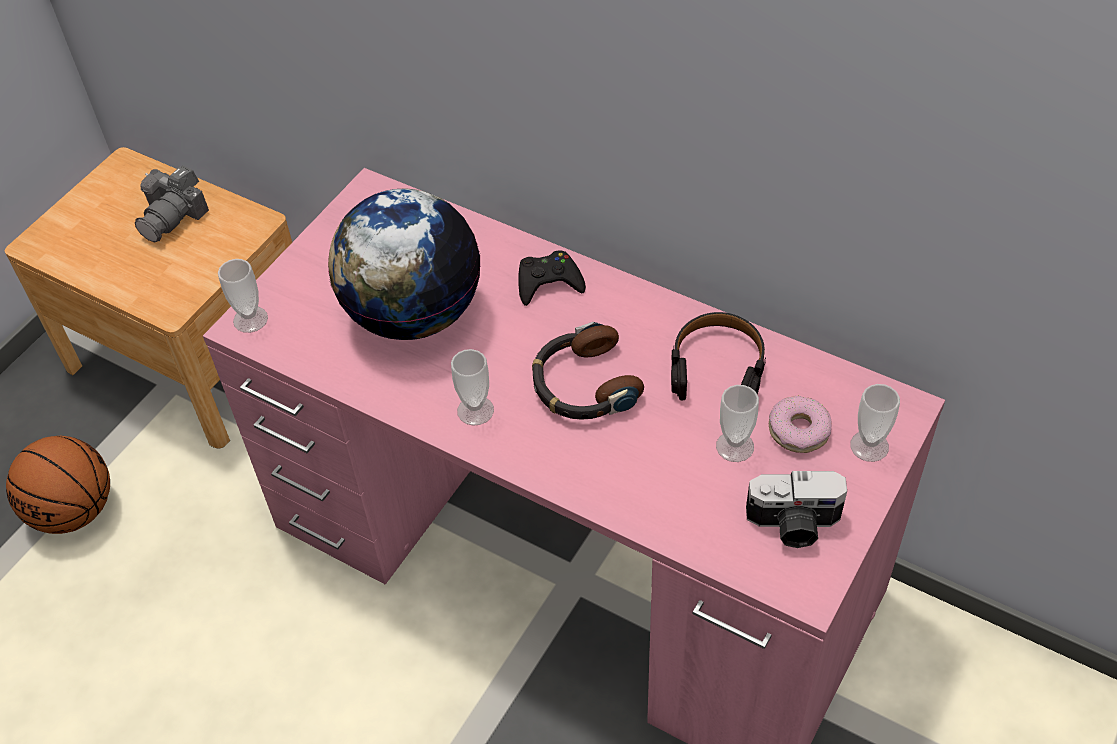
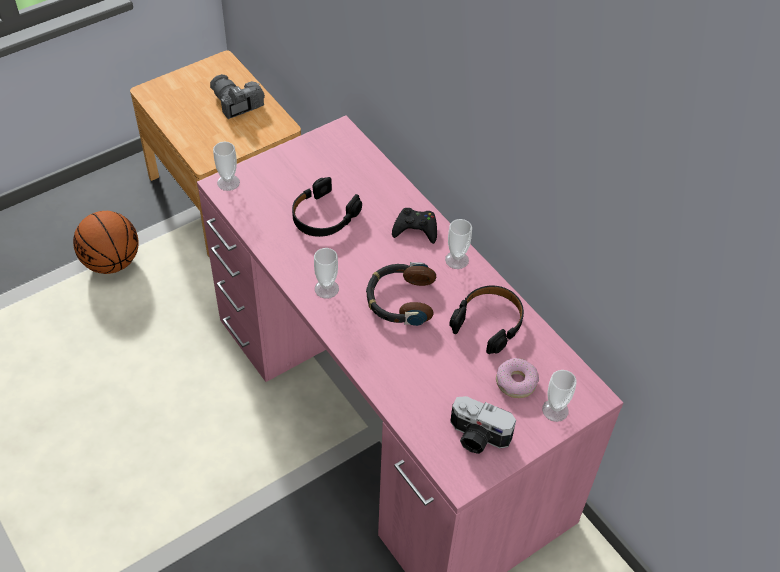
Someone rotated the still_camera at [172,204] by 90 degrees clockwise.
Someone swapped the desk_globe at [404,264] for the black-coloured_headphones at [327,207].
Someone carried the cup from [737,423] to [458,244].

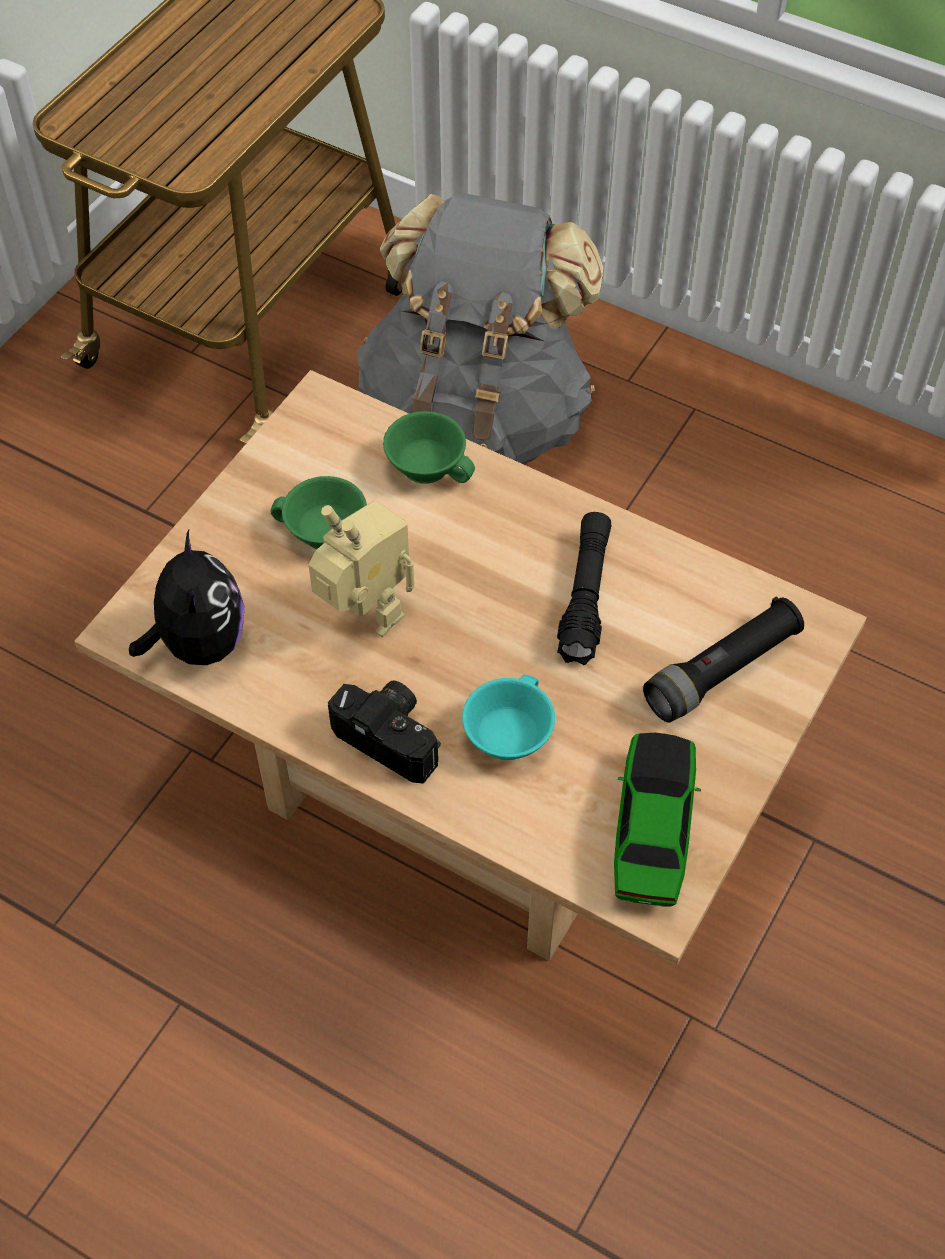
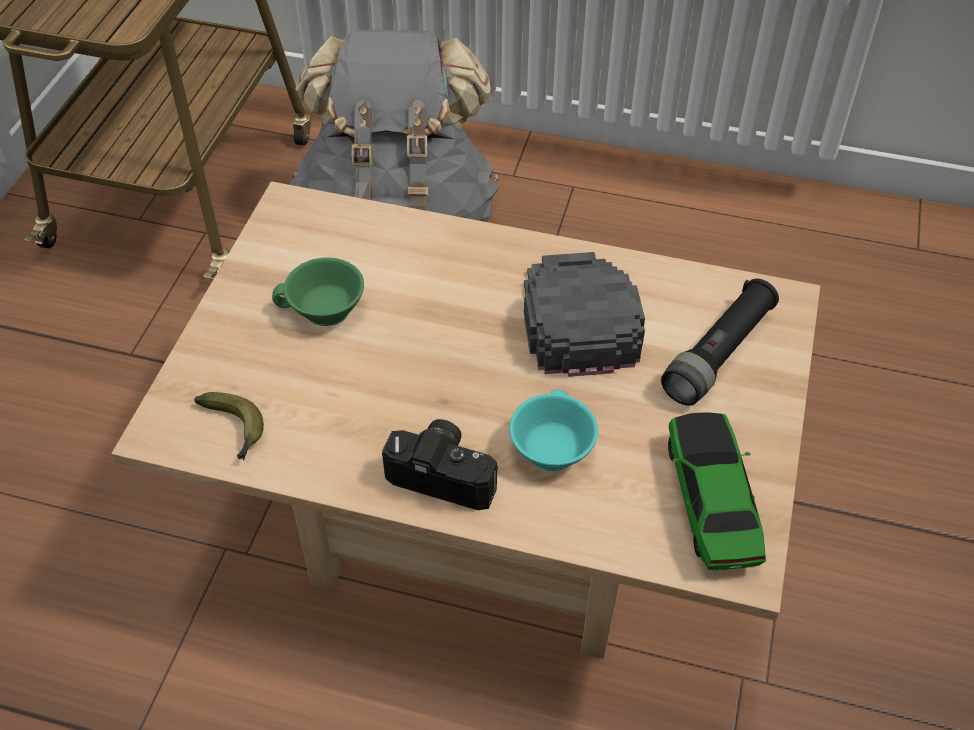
Someone took away the green-coloured_cup at [429,447].
Someone took away the robot_figure at [361,569].
Someone swapped the black-coloured_hand_torch at [584,588] for the black-coloured_cap at [584,314].
Someone swapped the plush_toy at [187,597] for the whole_banana at [229,426].

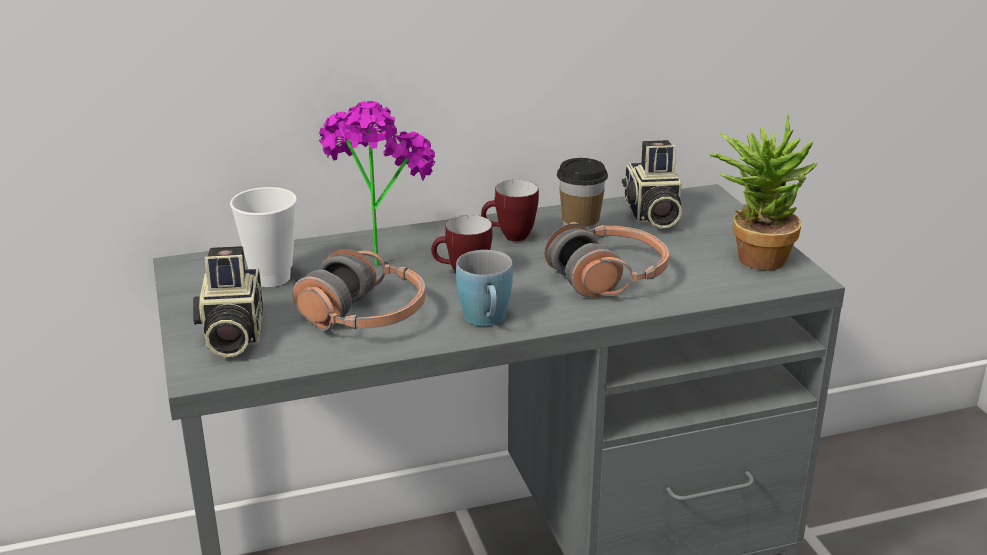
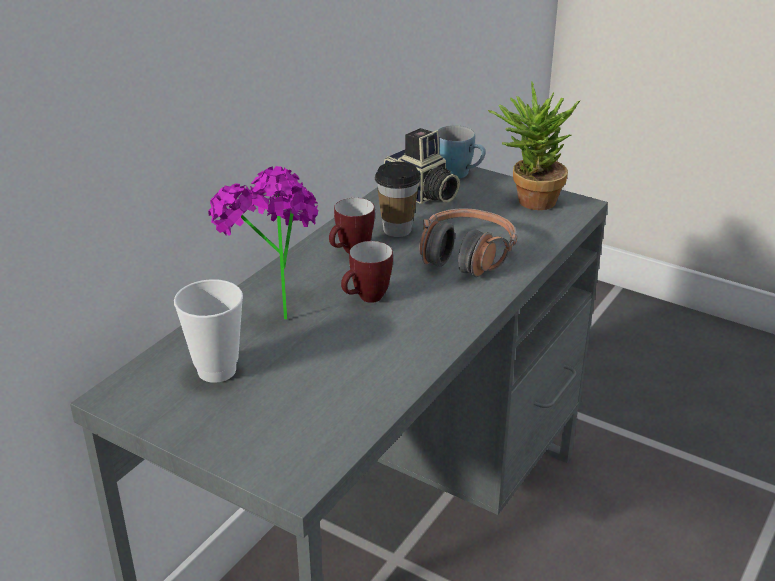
Someone took away the still_camera at [228,302].
Someone took away the headphones at [359,290].
Someone carried the blue_coffee_mug from [484,288] to [461,152].

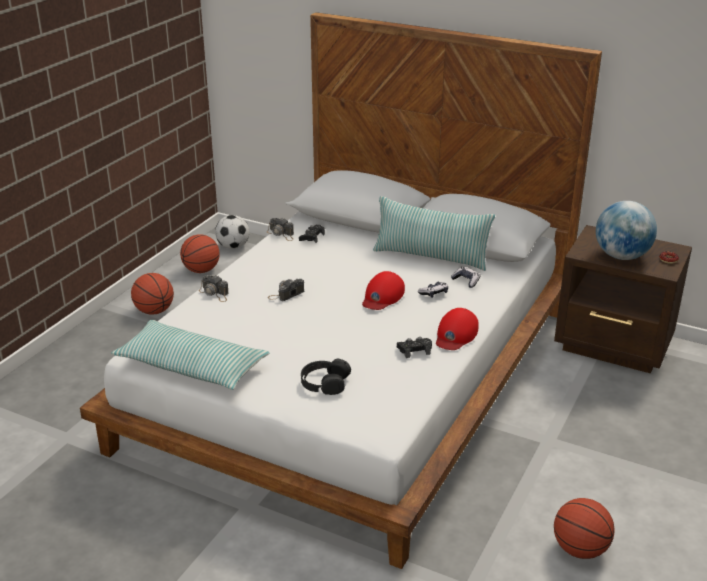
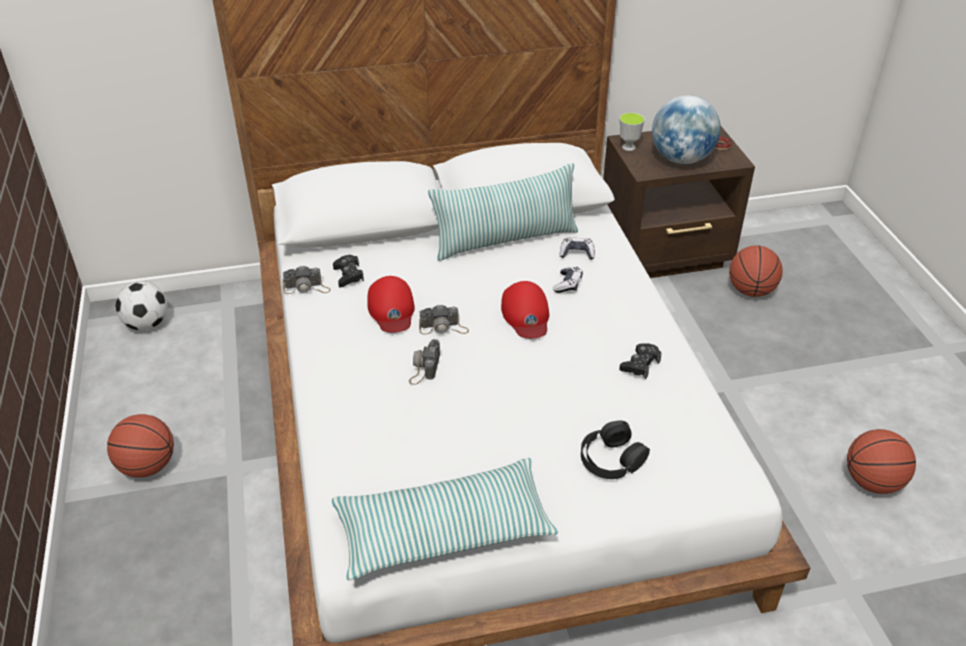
Someone carried the ball_for_basketball from [200,253] to [756,271].
Someone carried the still_camera from [214,288] to [444,320].
Someone carried the red_cap from [457,329] to [391,304].
Someone put down the cup at [632,131].

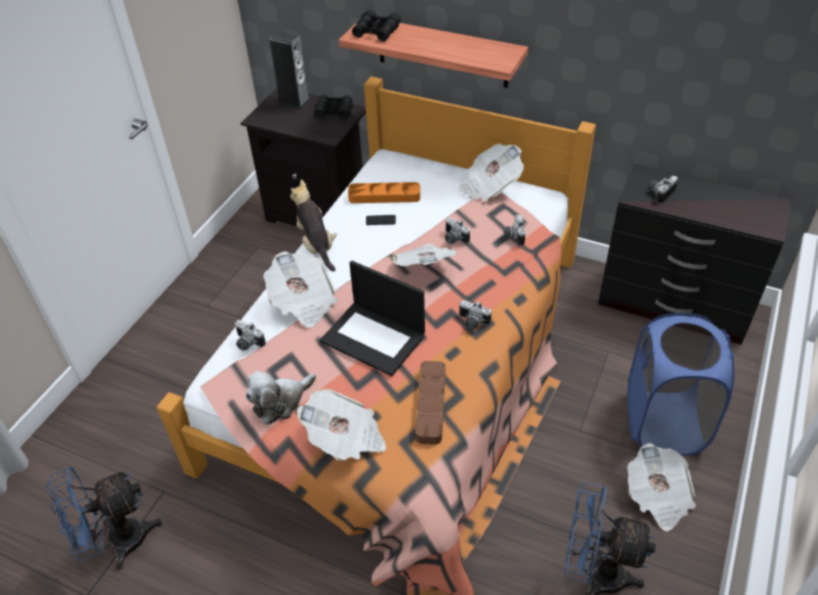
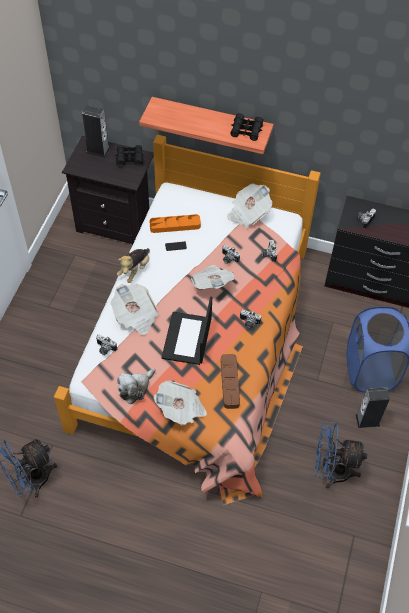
Someone carried the black-coloured_field_glasses from [376,25] to [246,127].
Someone rotated the plush_toy at [313,226] by 120 degrees counterclockwise.
Someone rotated the portable_computer at [372,318] by 75 degrees clockwise.
Someone swapped the daily_paper at [661,487] for the loudspeaker at [372,408].

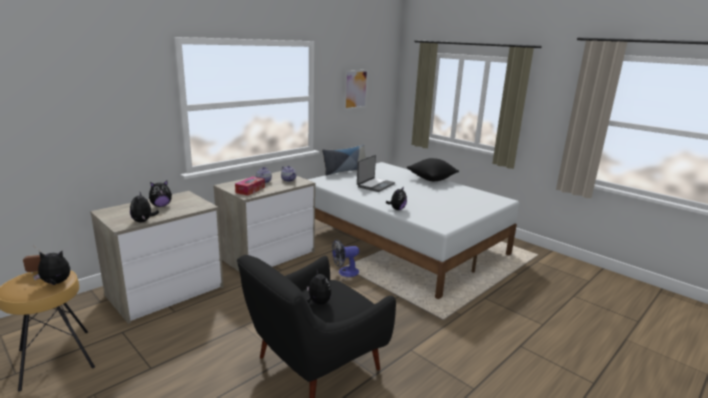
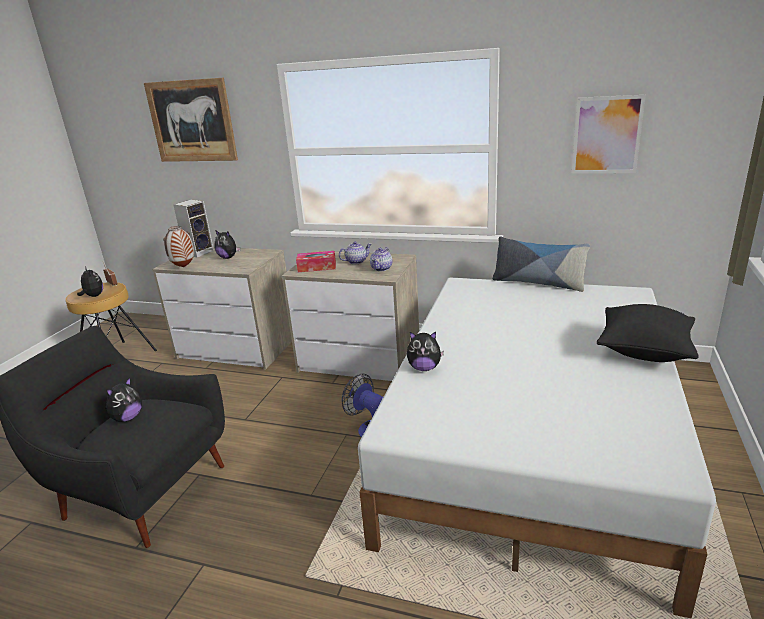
Someone took away the portable_computer at [376,173].
Someone swapped the plush_toy at [144,207] for the decorative_vase at [178,246].
Someone put up the wall_picture at [191,120].
Someone put down the loudspeaker at [193,228].

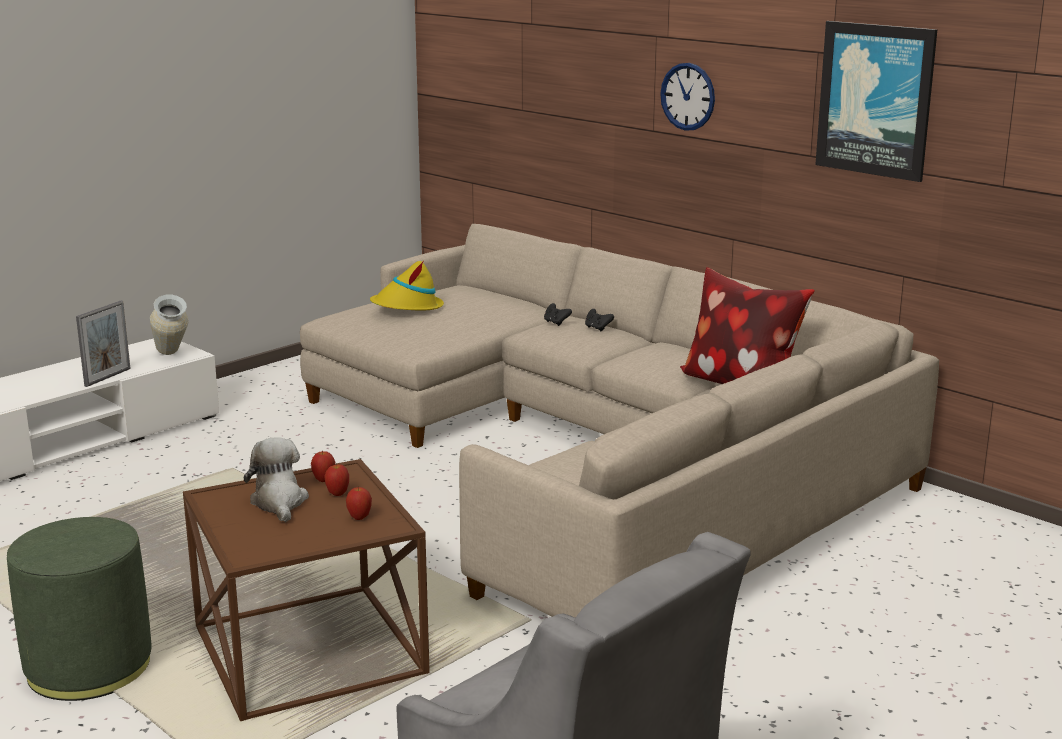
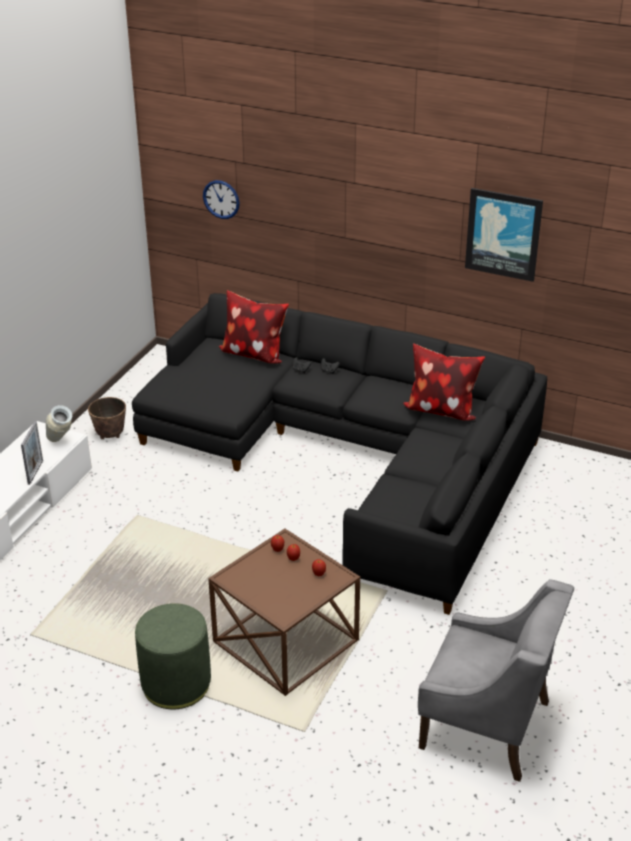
Someone carried the wall_clock from [687,97] to [221,199].
Someone repainted the beige-coloured_sofa at [619,421], which became the black-coloured_sofa at [339,454].
Someone took away the yellow-coloured_wearable_hat at [407,285].
Someone took away the plush_toy at [276,479].
Someone put down the throw_pillow at [254,327].
Someone put down the flower_pot at [107,418].

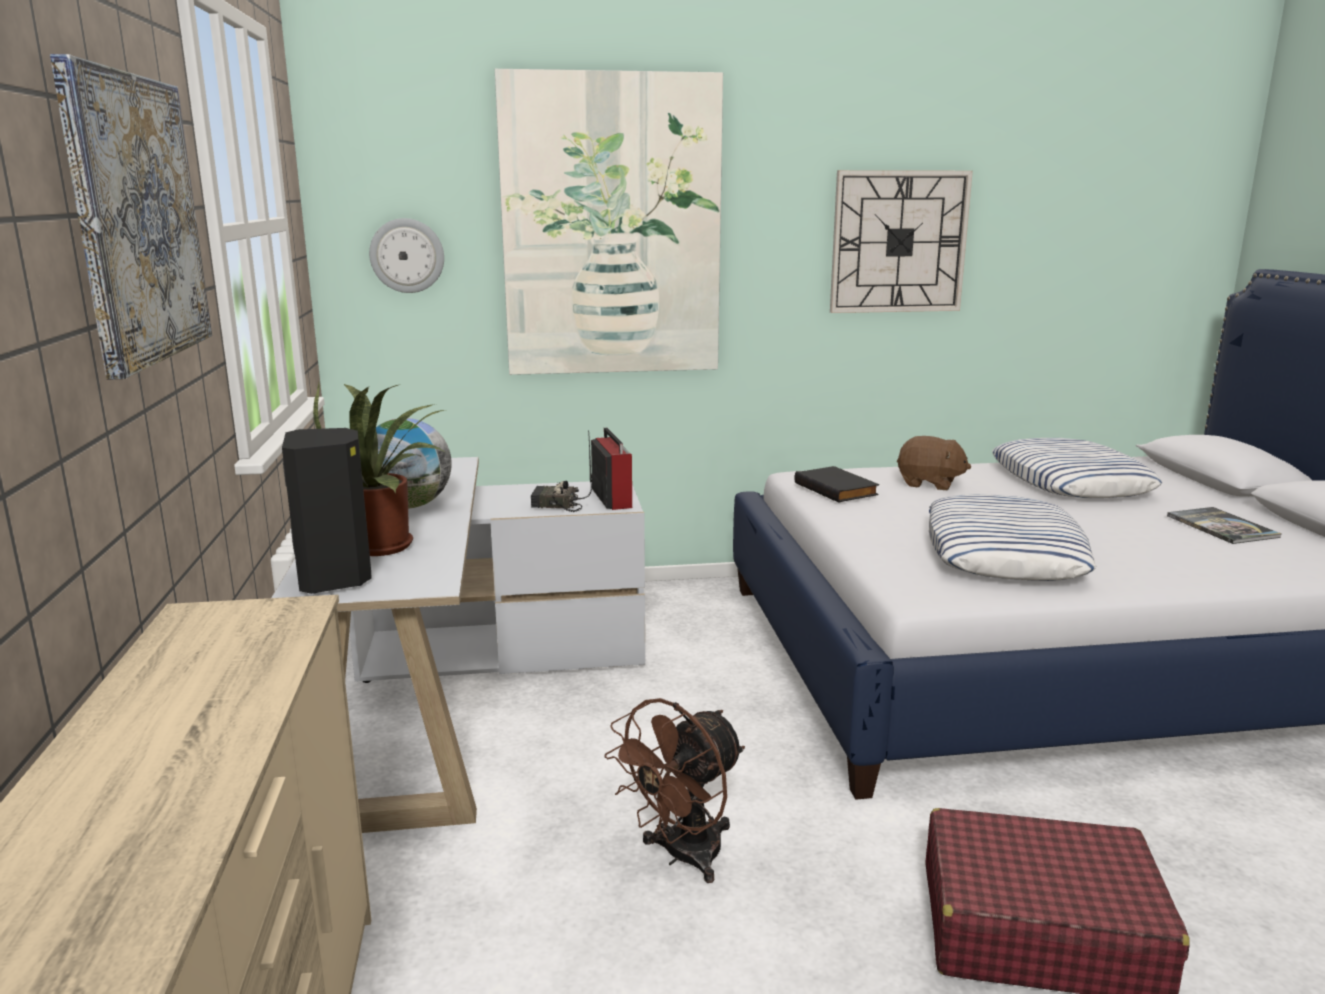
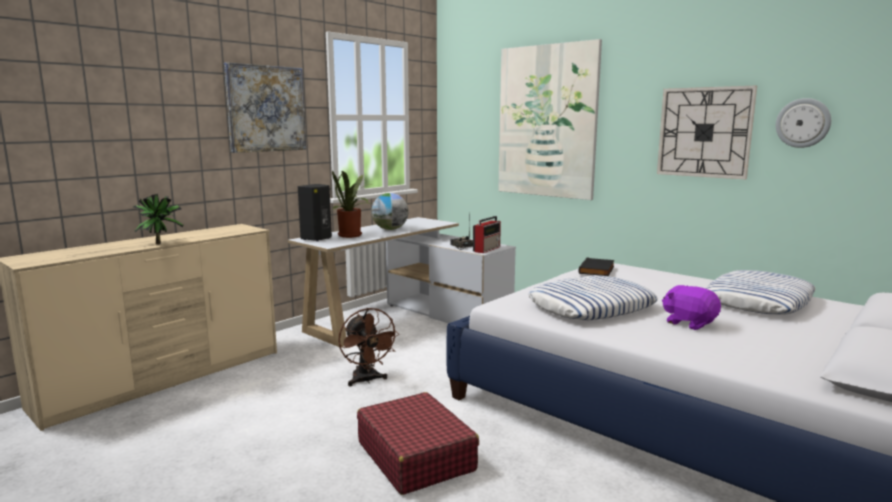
Someone carried the wall_clock from [406,255] to [803,123].
Someone took away the brownish_plush_toy at [934,463].
Someone took away the bound_book at [1224,525].
Someone rotated the brownish_electric_fan at [674,790] by 120 degrees counterclockwise.
Someone put down the potted_plant at [158,219].
Someone put down the purple-coloured_plush_toy at [691,307].

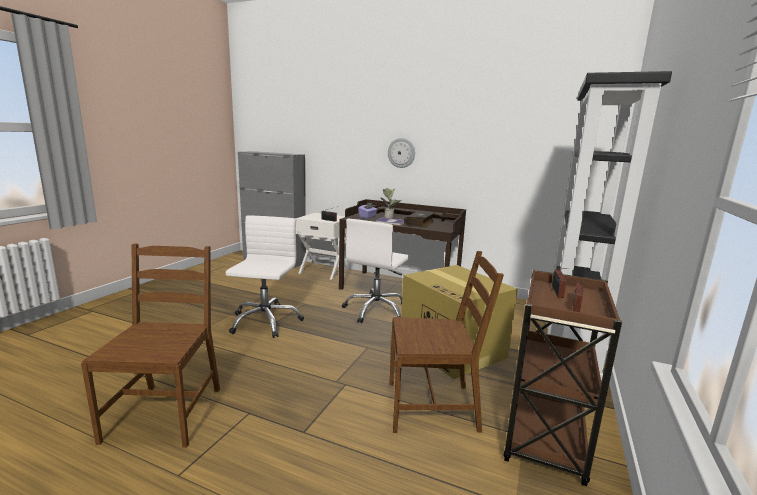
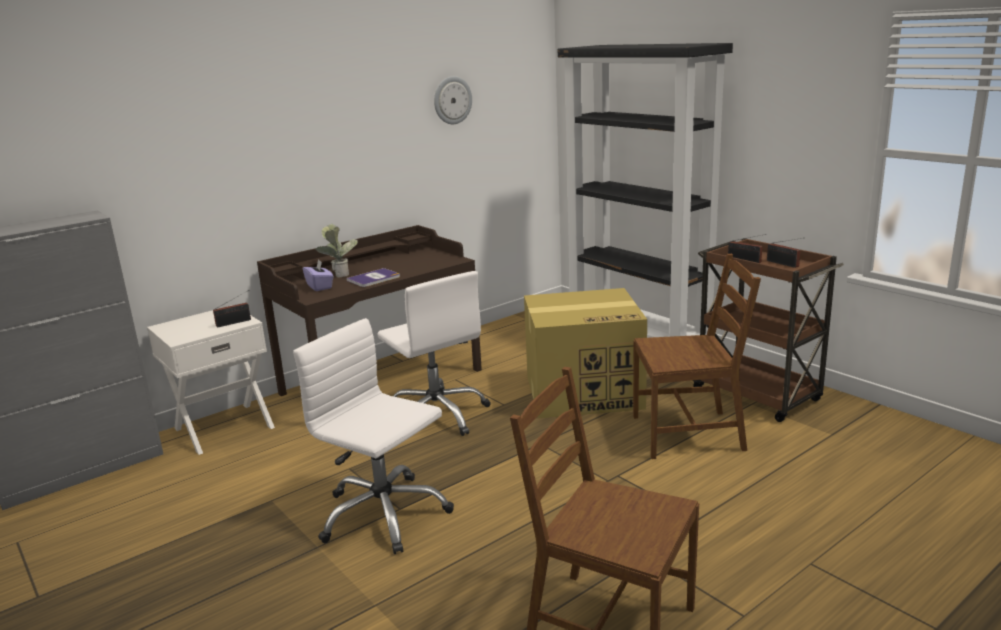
Someone carried the wall_clock from [401,153] to [453,100].
Someone took away the bound_book at [419,219].
Someone rotated the brownish_upright_chair at [447,342] by 60 degrees clockwise.

